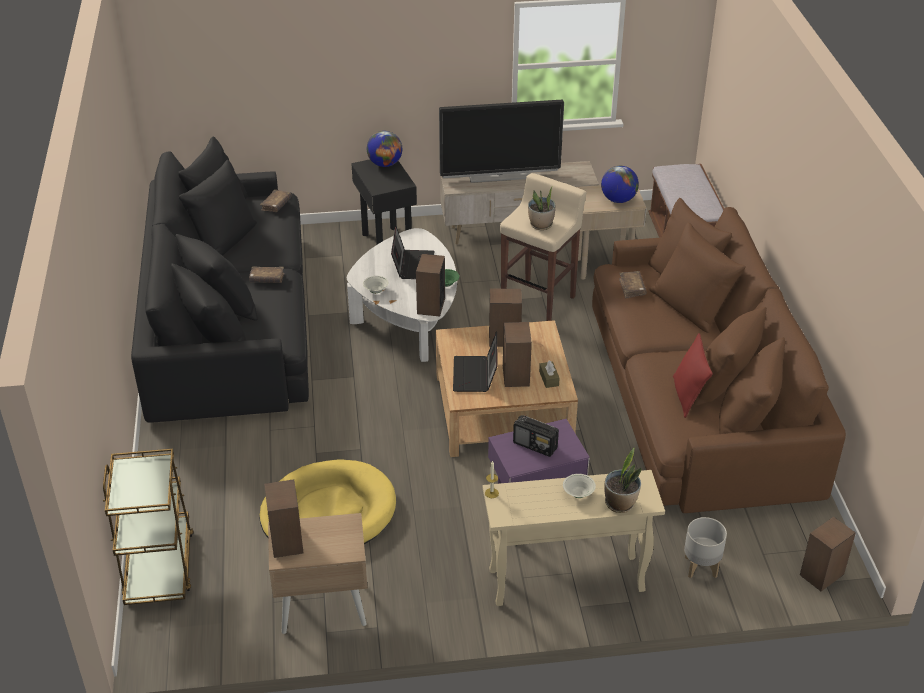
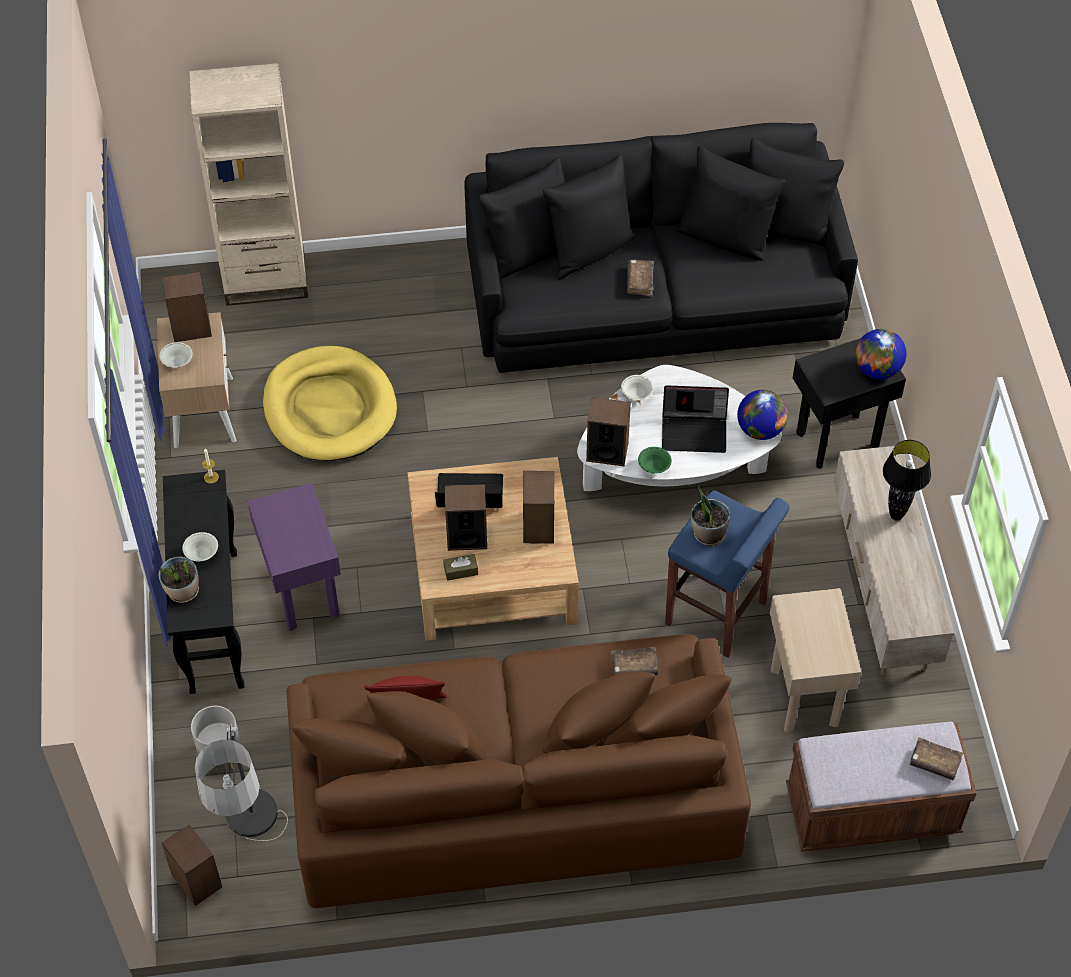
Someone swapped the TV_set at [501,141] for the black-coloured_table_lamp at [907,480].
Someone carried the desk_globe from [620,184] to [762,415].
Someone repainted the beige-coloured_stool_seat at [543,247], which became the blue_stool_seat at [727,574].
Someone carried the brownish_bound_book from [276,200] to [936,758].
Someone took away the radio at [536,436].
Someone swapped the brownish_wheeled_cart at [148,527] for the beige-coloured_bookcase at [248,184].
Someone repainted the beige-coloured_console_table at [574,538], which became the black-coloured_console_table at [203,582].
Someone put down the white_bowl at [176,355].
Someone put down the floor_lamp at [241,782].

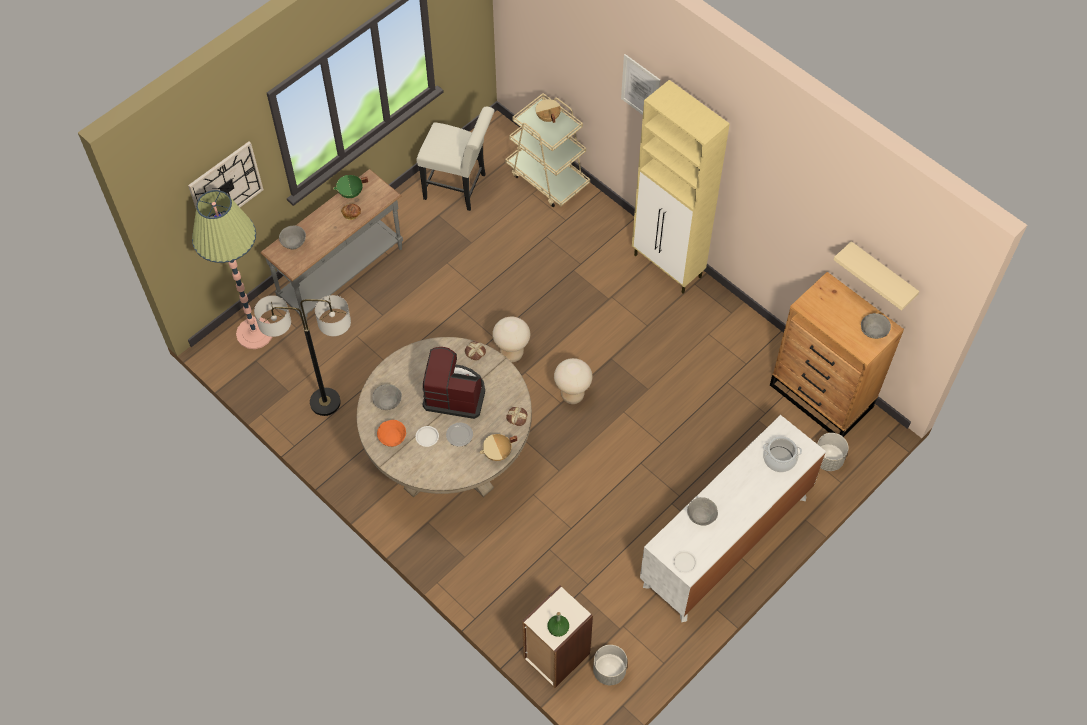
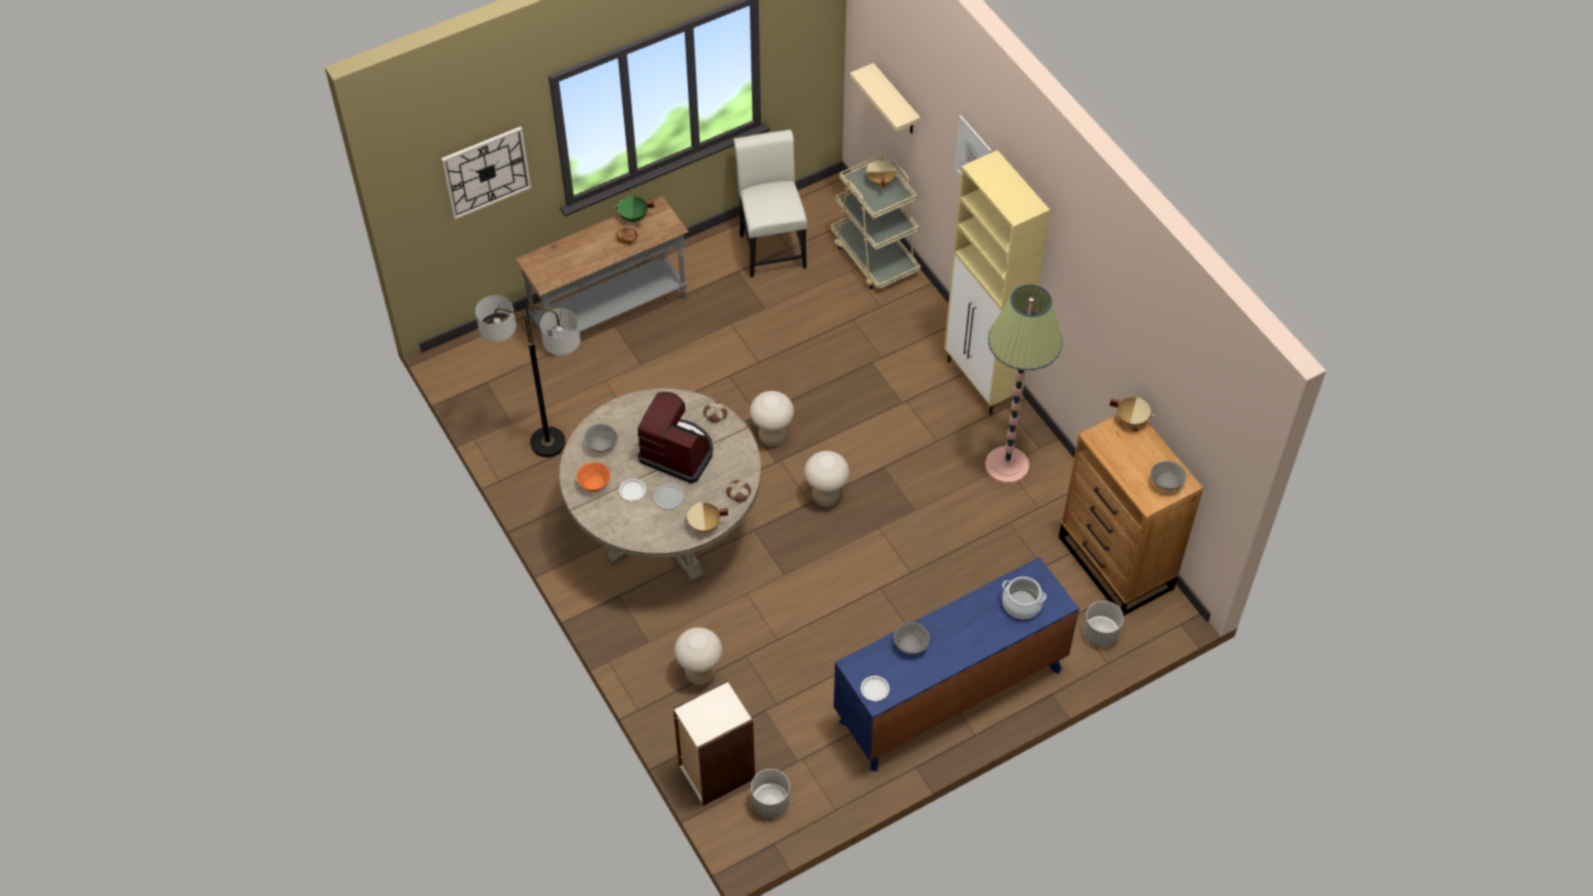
Someone rotated the white_upright_chair at [455,159] by 135 degrees counterclockwise.
Someone carried the floor_lamp from [232,269] to [1024,383].
Someone took away the gray_bowl at [292,237].
Someone carried the beige-coloured_shelf from [876,276] to [885,98].
Someone repainted the white_dresser at [733,518], which became the blue_dresser at [956,664].
Someone took away the green-coloured_beverage_bottle at [558,624].
Someone put down the beige-coloured_cooking_pot at [1132,412].
Someone put down the beige-coloured_stool_seat at [698,656].

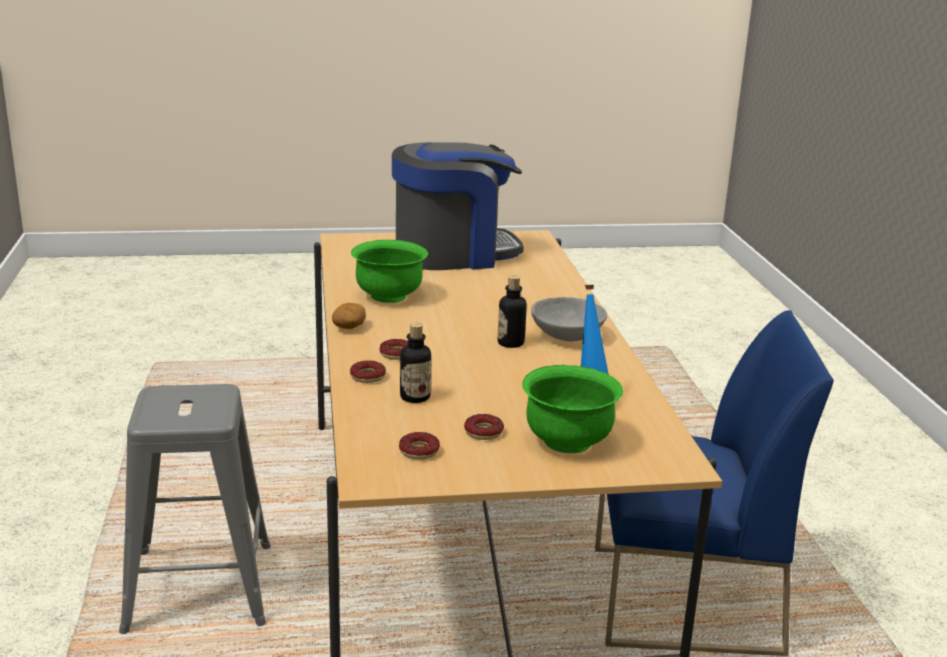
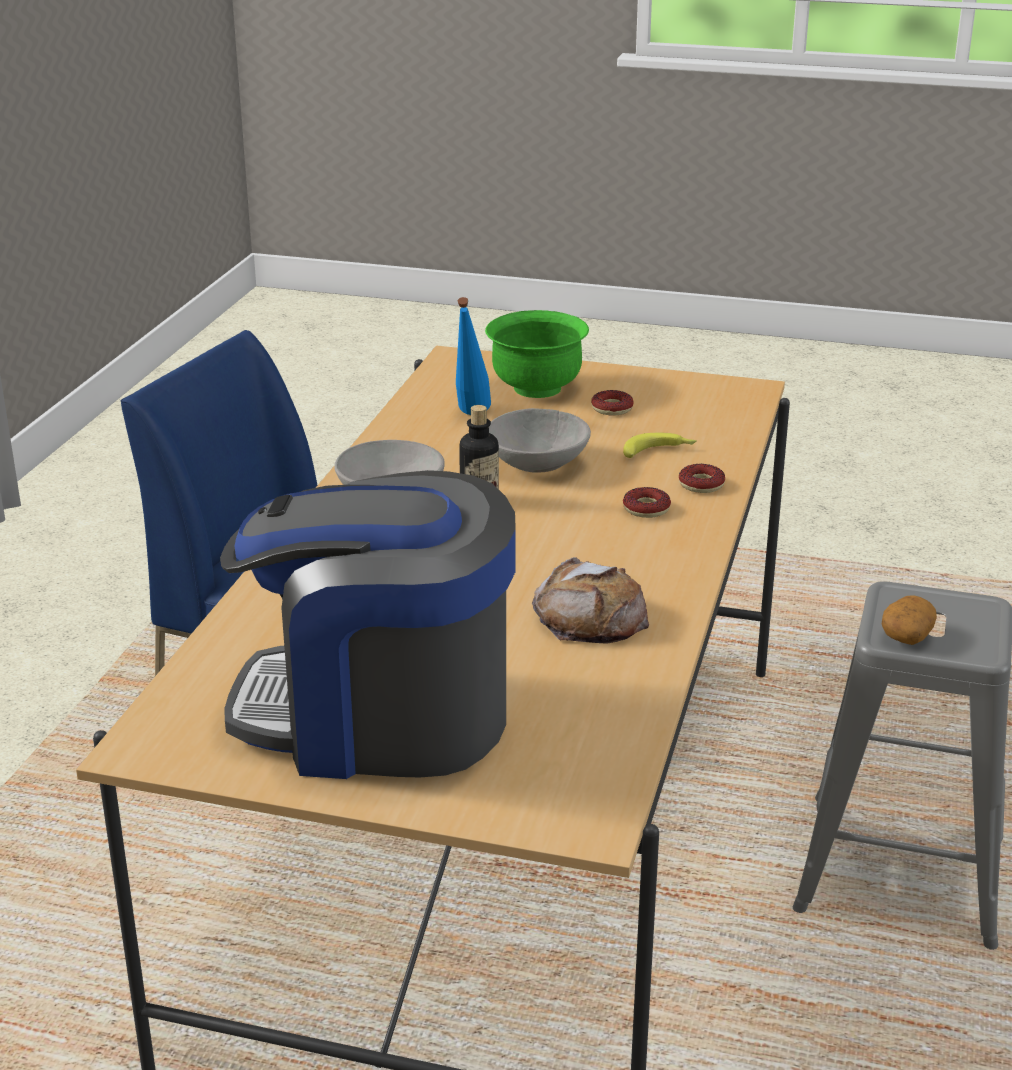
Someone swapped the green-coloured_bowl at [389,271] for the baked_bread at [590,600].
Someone carried the potato from [349,316] to [909,620].
Someone swapped the beverage_bottle at [415,363] for the whole_banana at [660,445].
Someone took away the donut at [419,446].
Someone put down the gray_bowl at [540,440].

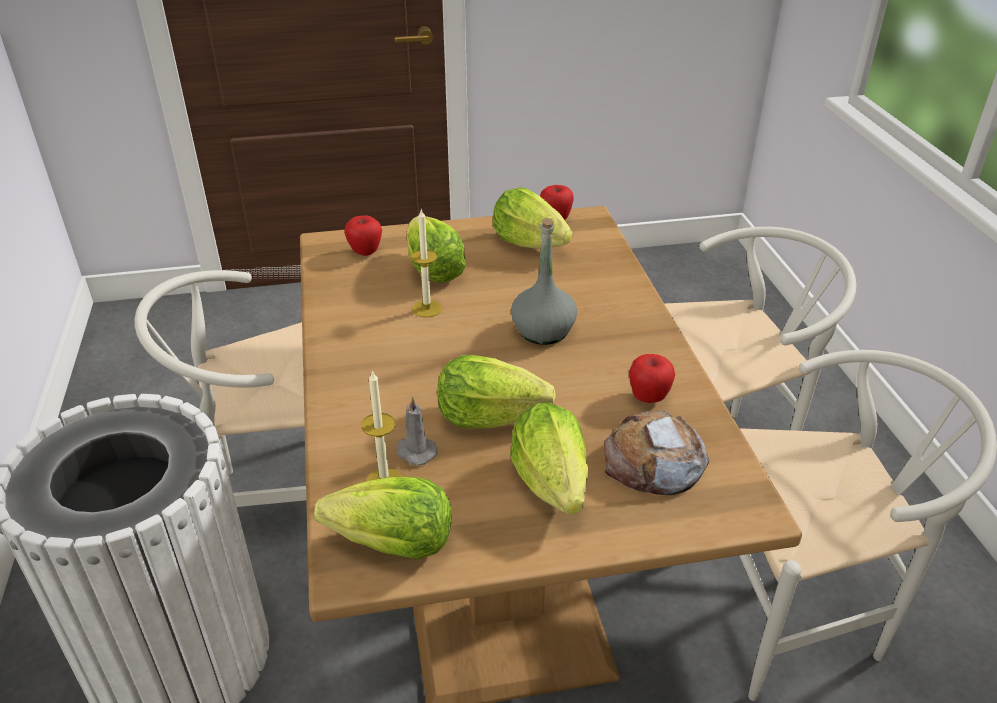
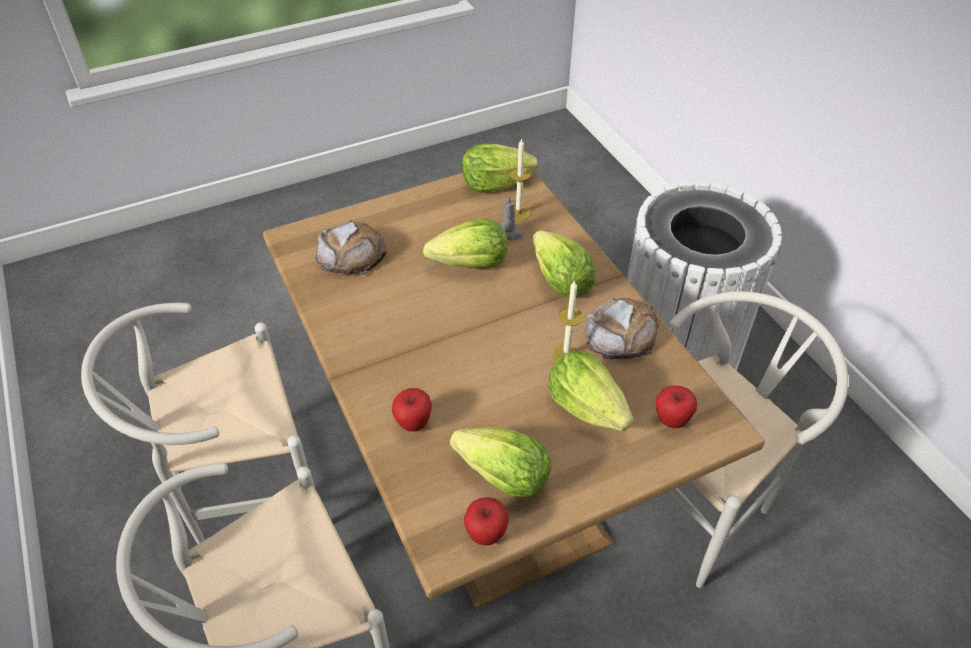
Someone took away the gray_beverage_bottle at [544,281].
Someone carried the apple from [652,378] to [412,409].
Someone carried the lettuce_head from [549,459] to [564,263].
Someone put down the baked_bread at [622,328].

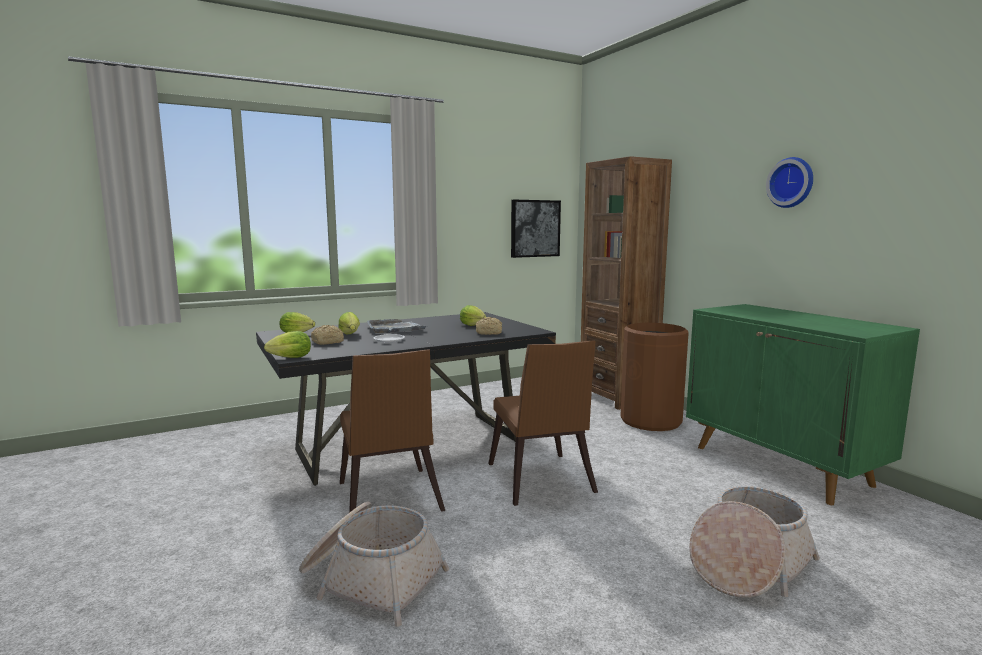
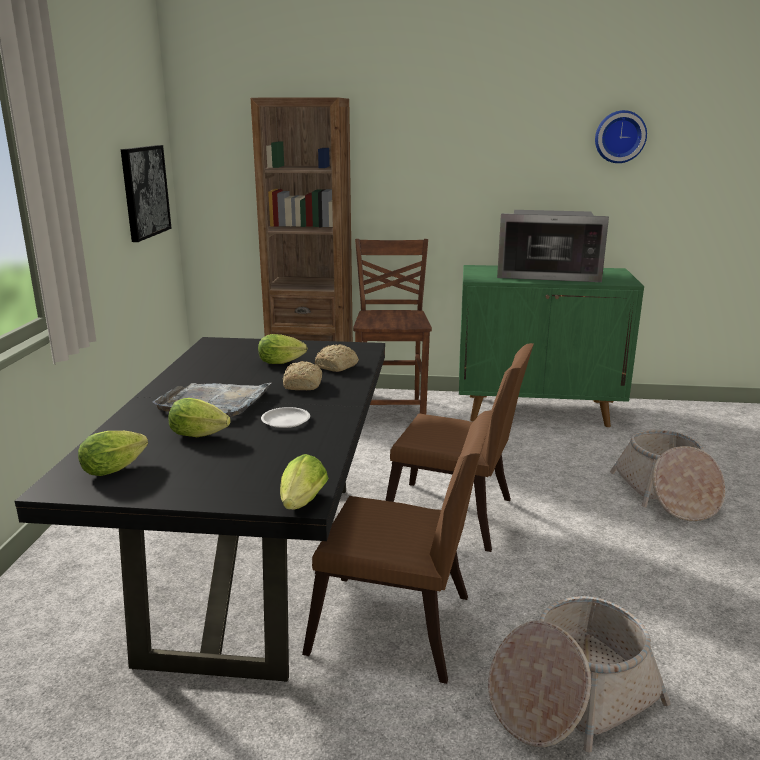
Someone carried the wall_clock from [789,182] to [621,136].
Someone swapped the brownish_rubbish_bin at [655,377] for the brownish_upright_chair at [392,326].
Someone carried the baked_bread from [327,335] to [302,375].
Someone put down the microwave at [553,246].

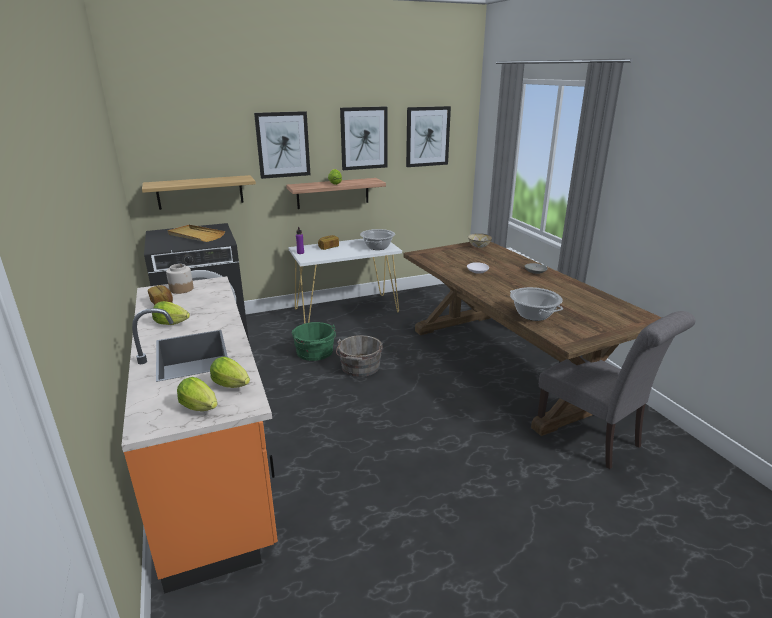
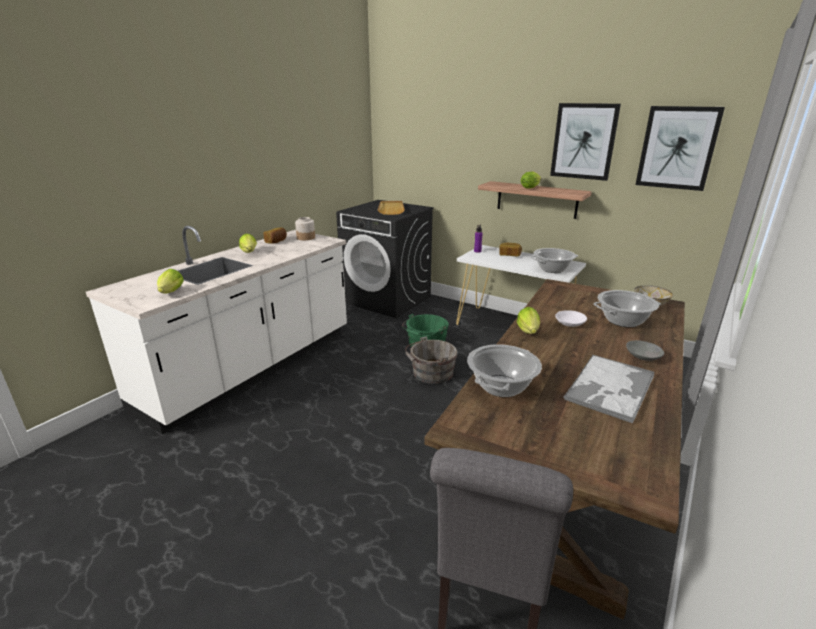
Someone took away the wall_picture at [282,145].
Someone took away the shelf at [199,192].
Someone repainted the orange-coloured_counter at [199,435], which became the white_counter at [216,330].
Someone carried the lettuce_head from [197,394] to [528,320].
Someone put down the cooking_pot at [627,308].
Someone put down the serving_tray at [609,389].

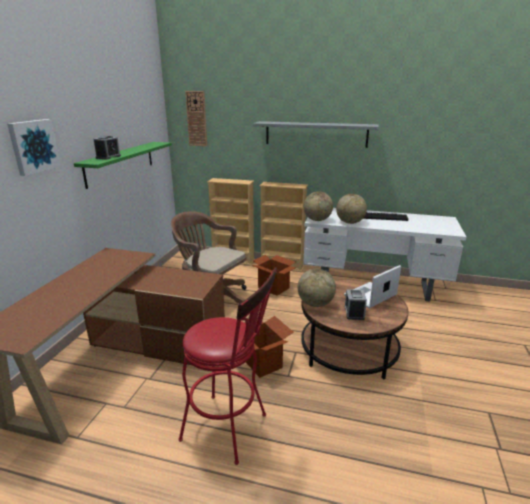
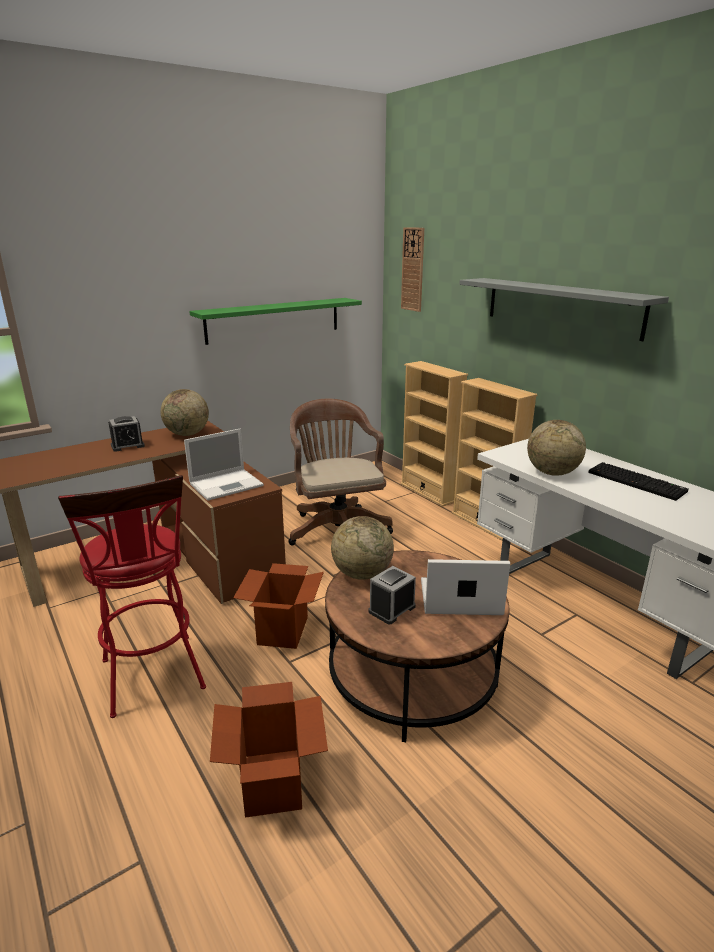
Someone took away the wall_picture at [34,147].
Someone carried the alarm_clock from [107,148] to [126,434].
Someone carried the desk_globe from [318,206] to [185,412].
Someone carried the cardboard_box from [274,275] to [269,750].
Someone put down the portable_computer at [224,465].

